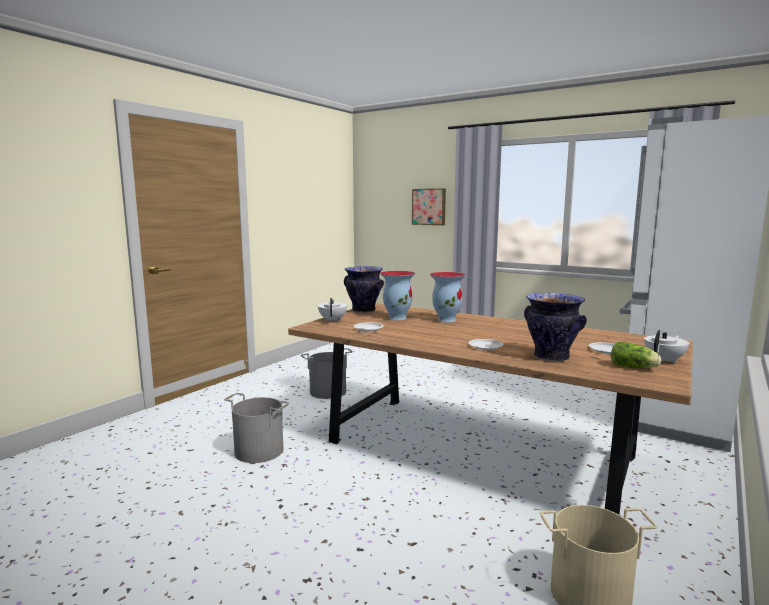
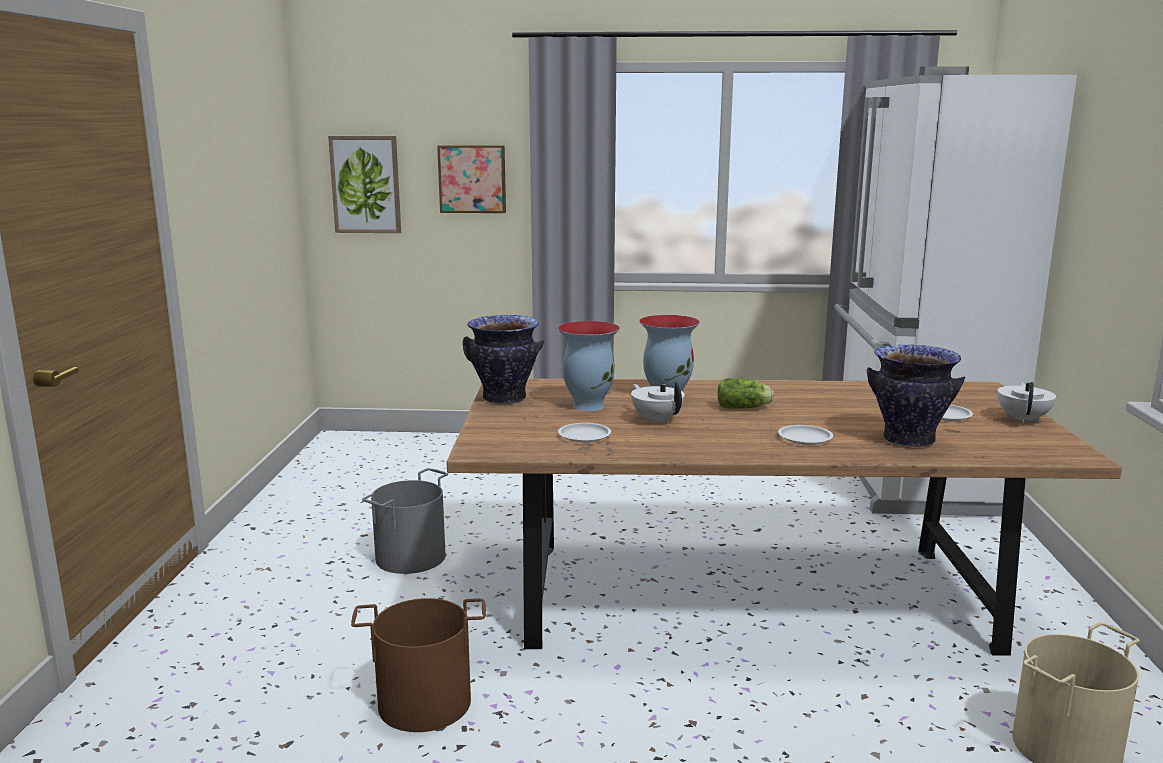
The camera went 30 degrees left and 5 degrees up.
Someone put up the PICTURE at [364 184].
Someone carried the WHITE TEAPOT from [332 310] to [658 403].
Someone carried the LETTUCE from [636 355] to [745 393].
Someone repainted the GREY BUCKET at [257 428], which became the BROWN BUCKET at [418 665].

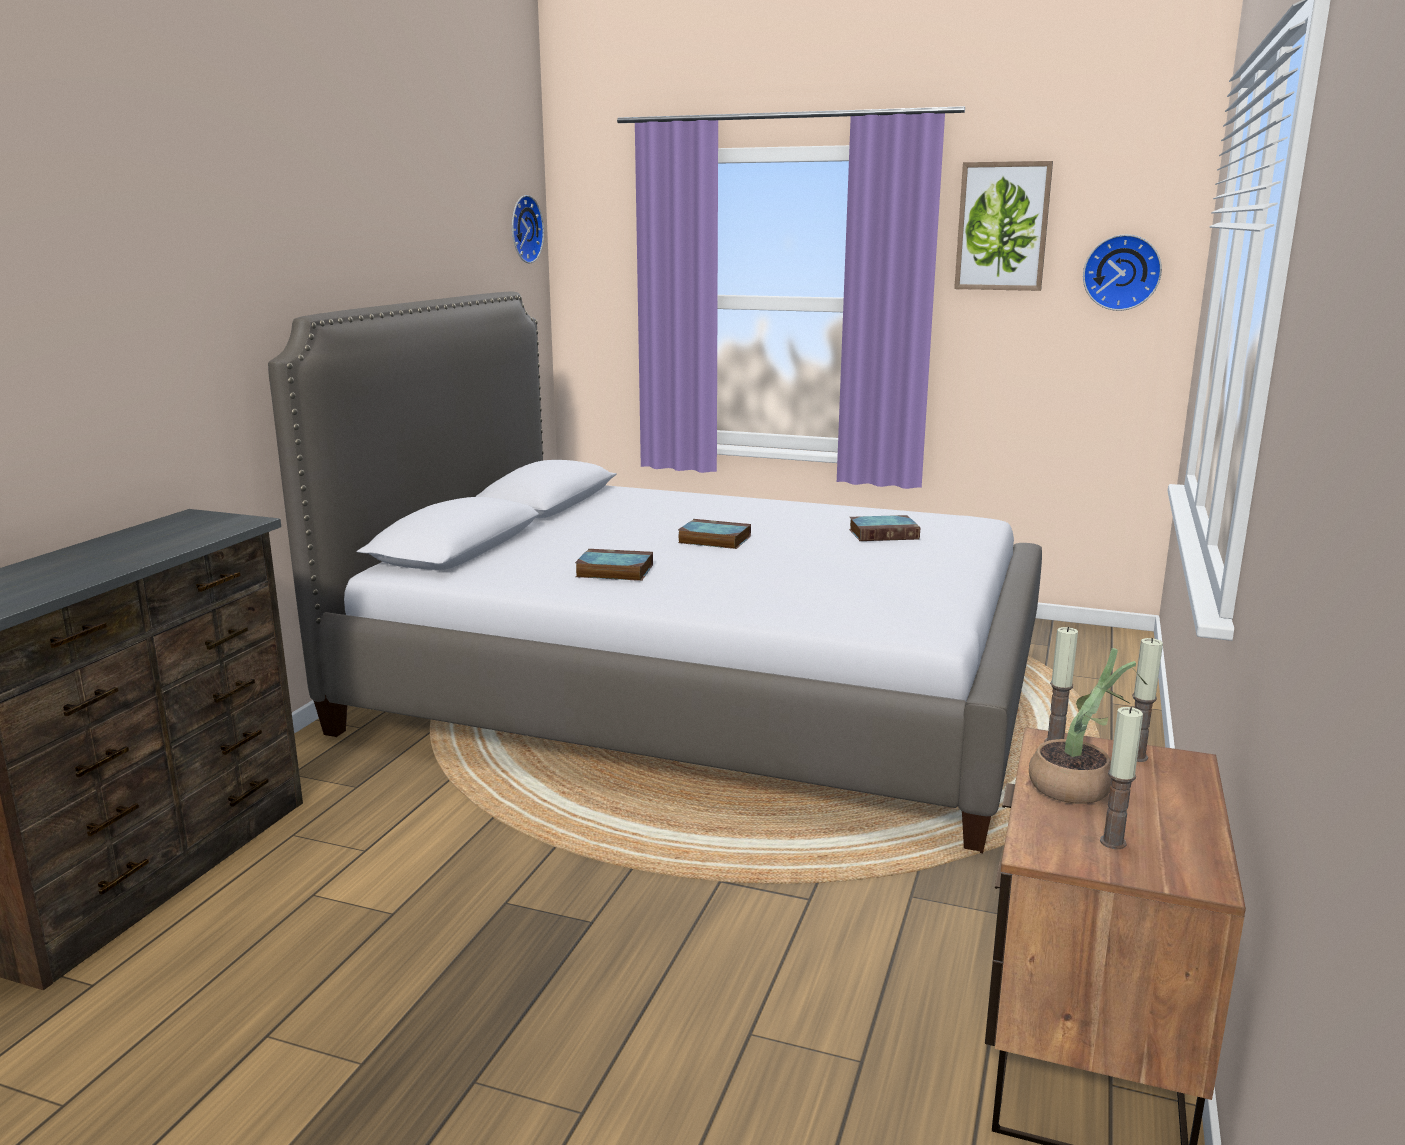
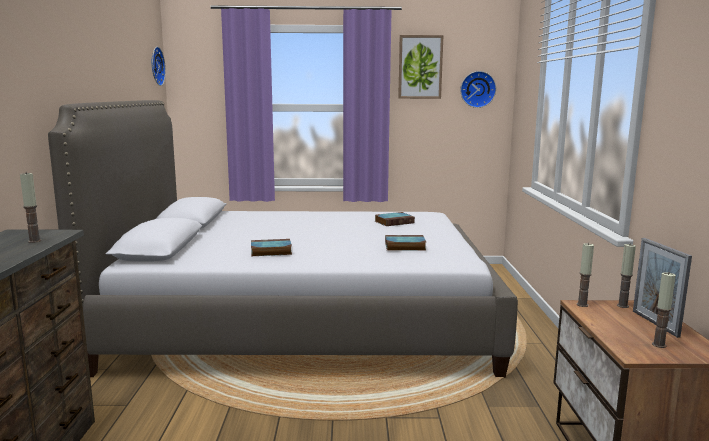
The camera went 20 degrees left and 5 degrees down.
Someone took away the POTTED PLANT at [1089 726].
Someone put down the CANDLE at [30 207].
Someone put down the PICTURE FRAME at [662 288].
Someone carried the BOOK from [714 534] to [405 243].

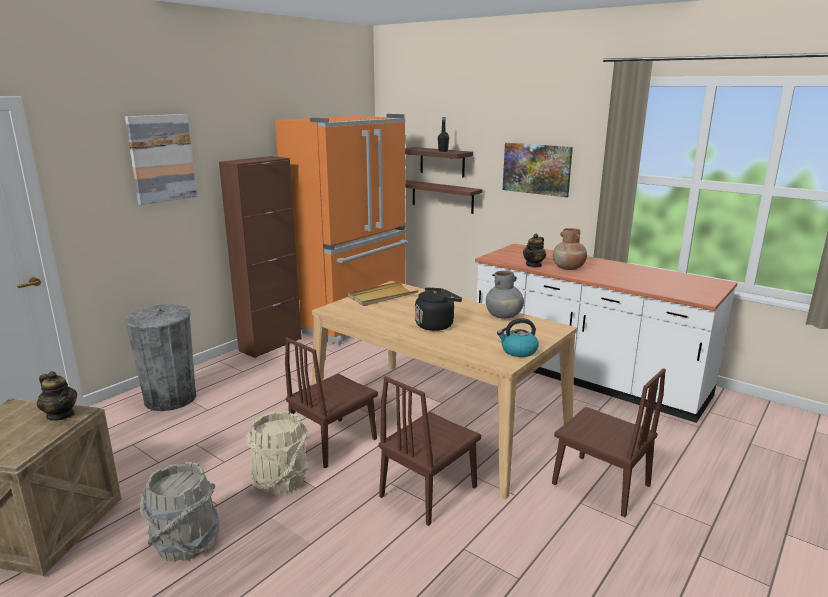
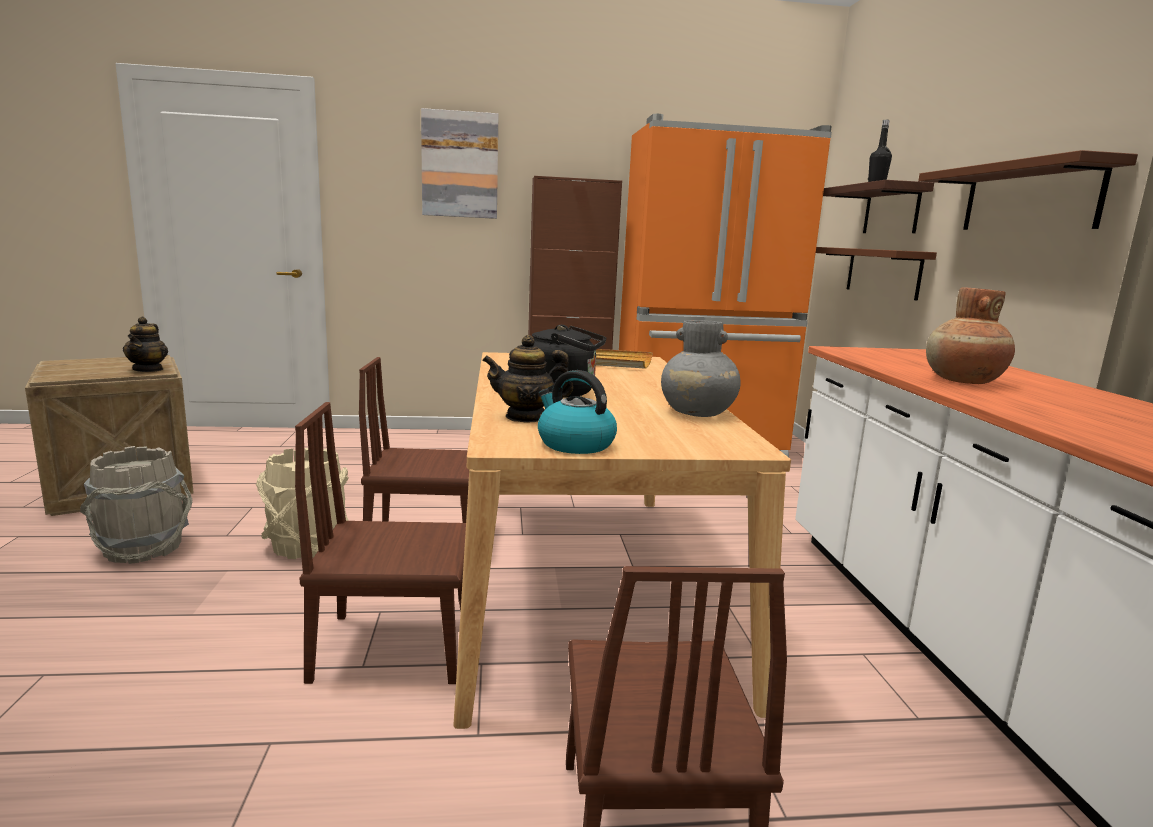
The camera went 45 degrees right and 5 degrees down.
Someone took away the GREY TRASH CAN at [160 357].
Someone carried the TEAPOT from [534 251] to [527 378].
Someone swapped the PICTURE at [538 170] for the BROWN SHELF at [1028 190].

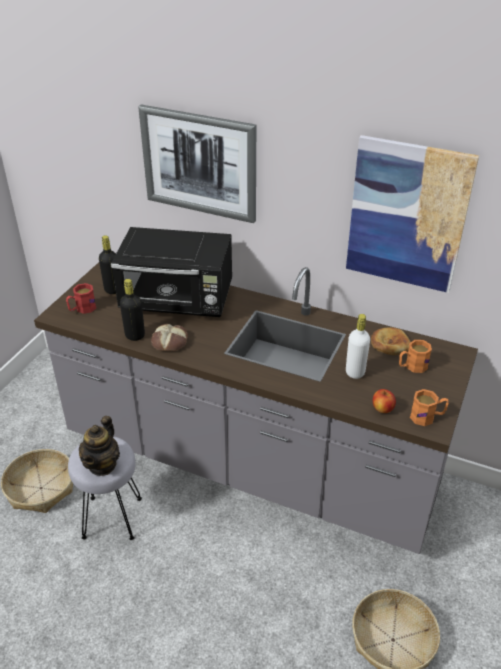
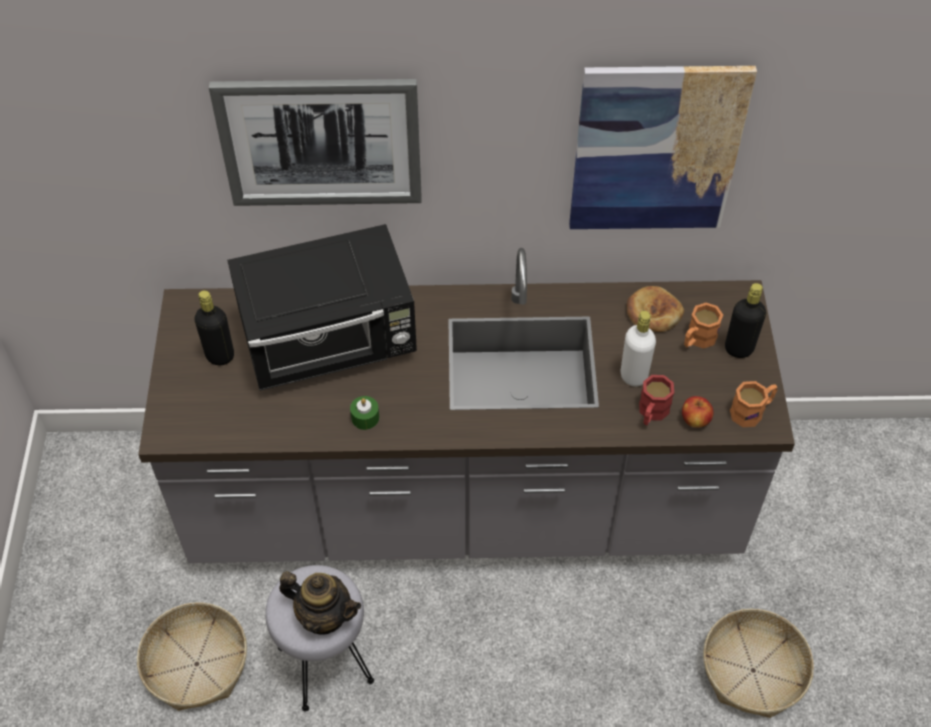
The camera went 25 degrees left and 15 degrees up.
Someone carried the RED MUG from [81 298] to [656 400].
Someone carried the BLACK BOTTLE from [132 310] to [745 320].
Someone swapped the BREAD at [169 337] for the GREEN CANDLE at [364 413].
Someone rotated the TEAPOT at [99 446] by 60 degrees counterclockwise.

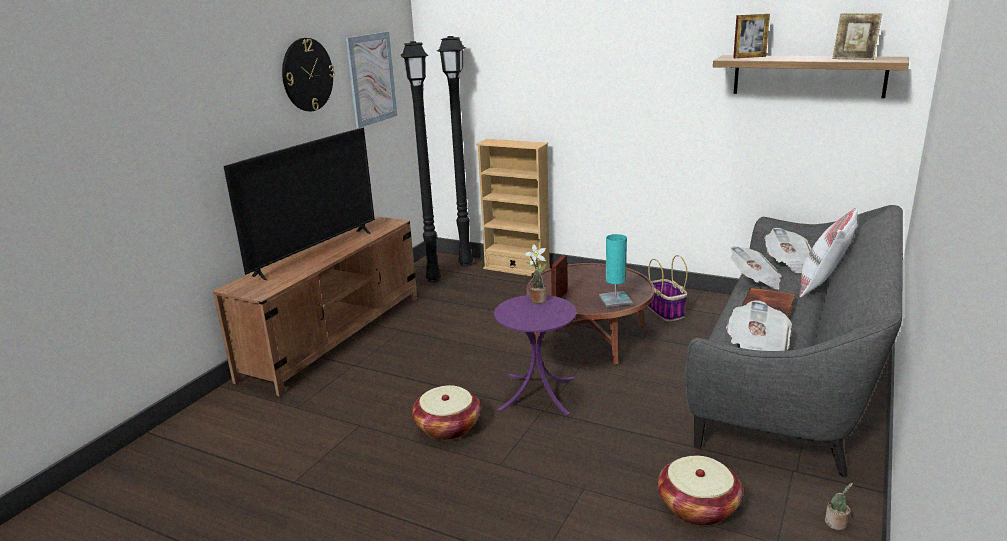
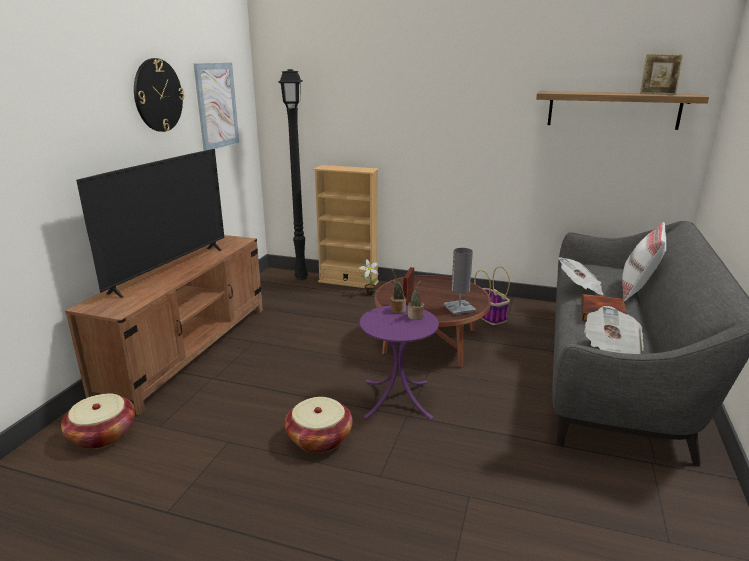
The camera went 10 degrees left and 0 degrees up.
Someone took away the BLACK FLOOR LAMP at [421 161].
Someone took away the PICTURE FRAME at [751 36].
Someone took away the NEWSPAPER at [787 250].
Someone carried the BASKET from [700 491] to [98 421].
Someone carried the POTTED PLANT from [839 506] to [416 300].
Someone repainted the TURQUOISE TABLE LAMP at [615 270], which became the GREY TABLE LAMP at [459 281].

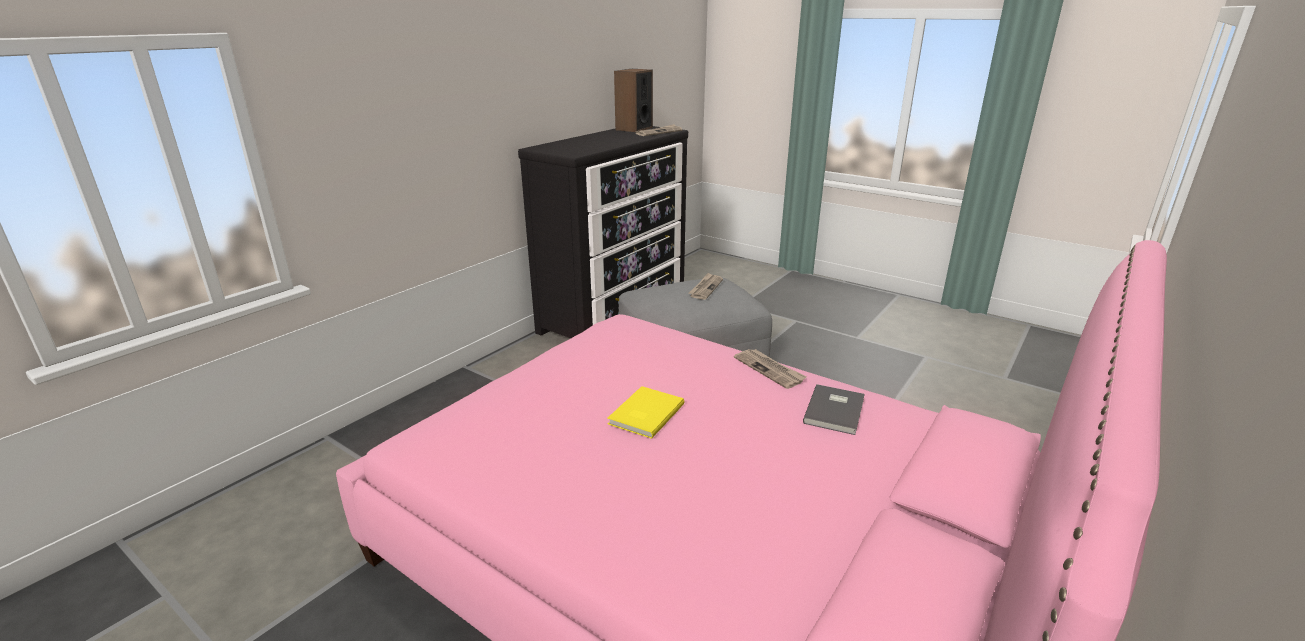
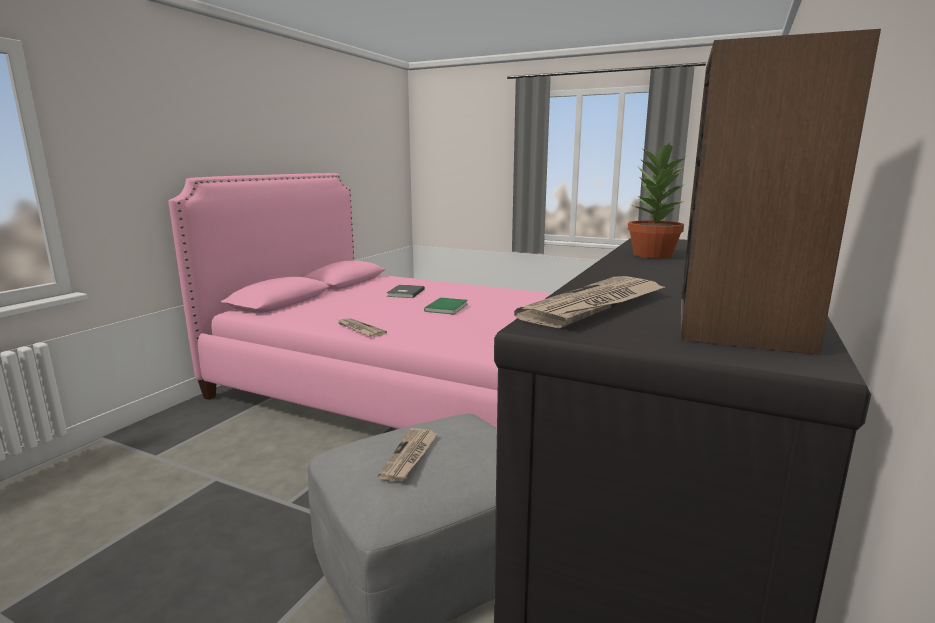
The camera went 170 degrees right and 10 degrees down.
Someone put down the POTTED PLANT at [656 200].
Someone carried the GREY BOOK from [834 409] to [406 291].
Someone repainted the YELLOW BOOK at [645 412], which became the GREEN BOOK at [445 306].

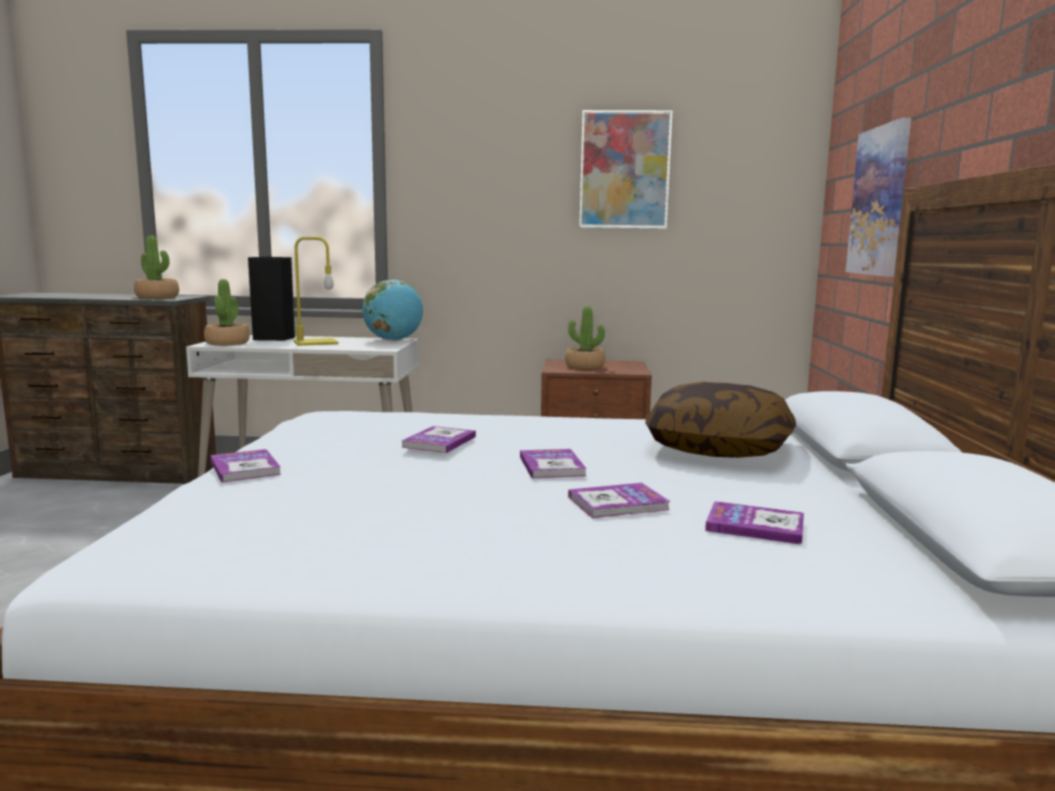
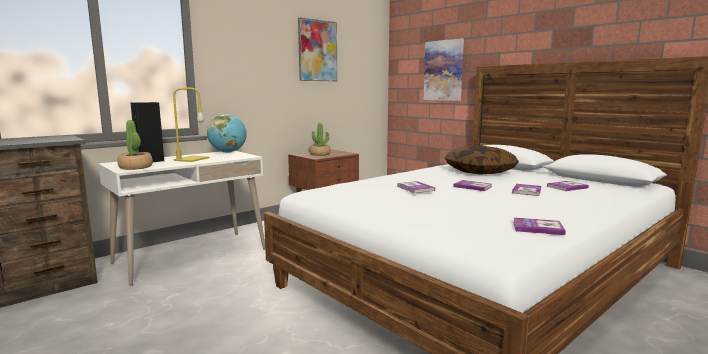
The camera went 45 degrees left and 0 degrees up.
Someone took away the POTTED PLANT at [156 266].
Someone carried the BOOK from [246 465] to [539 226].

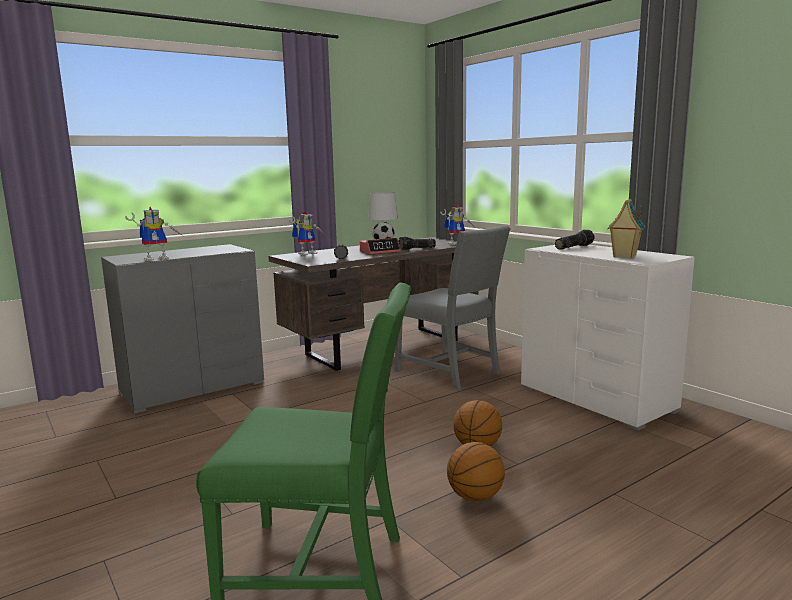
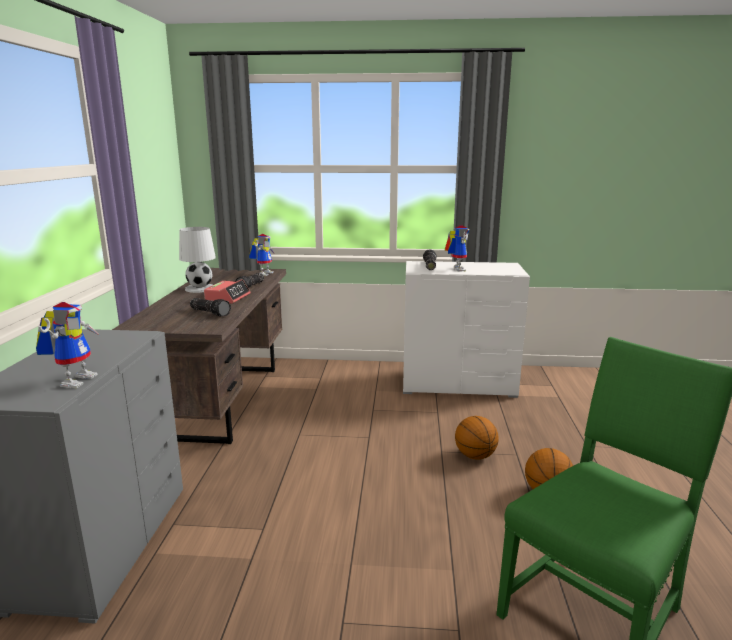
The camera went 50 degrees left and 5 degrees up.
Someone took away the GREY CHAIR at [453 307].
Someone took away the TOY HOUSE at [626 228].
Someone carried the TOY ROBOT from [307 233] to [457 248].

